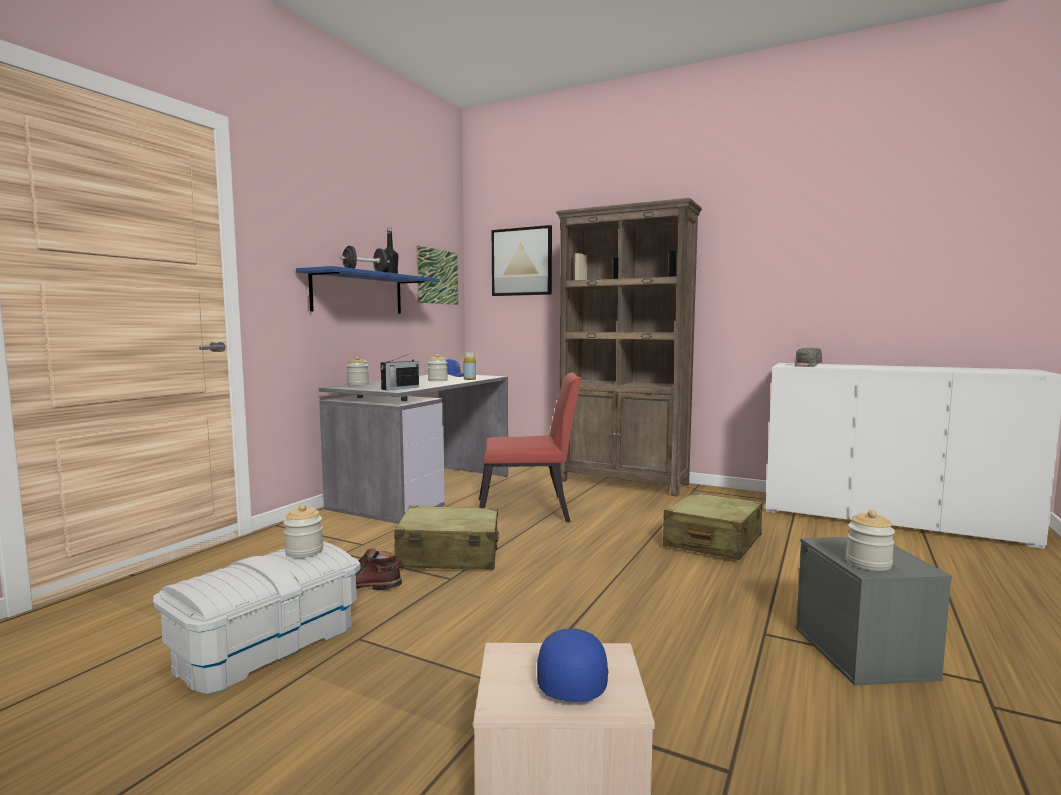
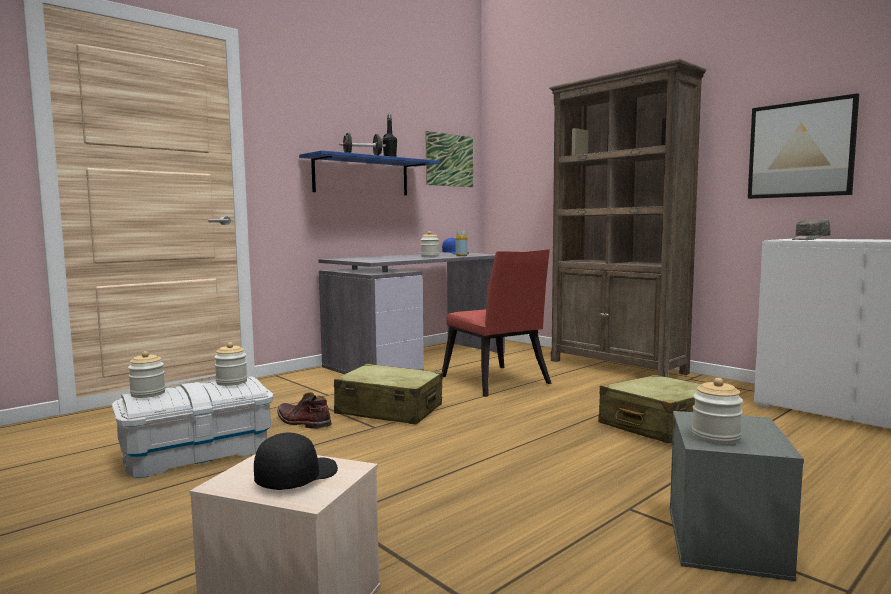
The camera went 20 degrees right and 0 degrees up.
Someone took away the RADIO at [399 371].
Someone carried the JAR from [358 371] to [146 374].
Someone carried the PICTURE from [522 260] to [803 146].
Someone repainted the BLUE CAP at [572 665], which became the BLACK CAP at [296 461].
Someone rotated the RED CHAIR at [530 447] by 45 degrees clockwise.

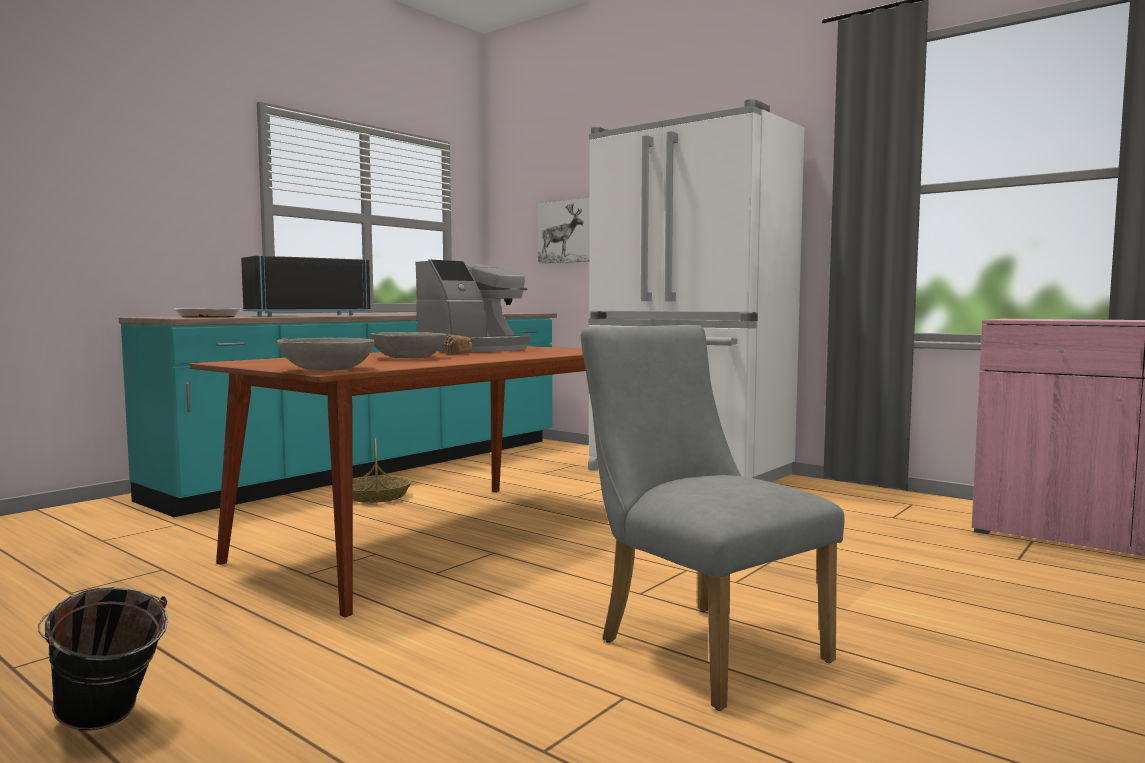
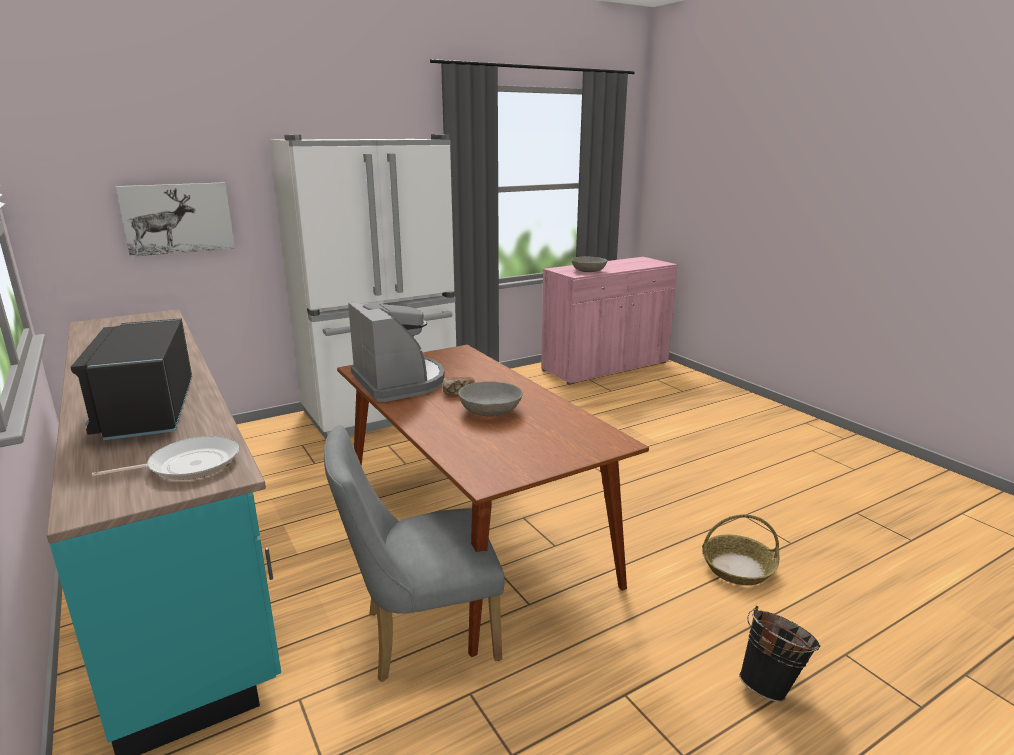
The camera went 70 degrees left and 15 degrees up.
Someone carried the GREY BOWL from [325 354] to [590 264].
Someone carried the BASKET from [382 470] to [740 549].
Someone carried the GREY CHAIR from [713 518] to [414 553].

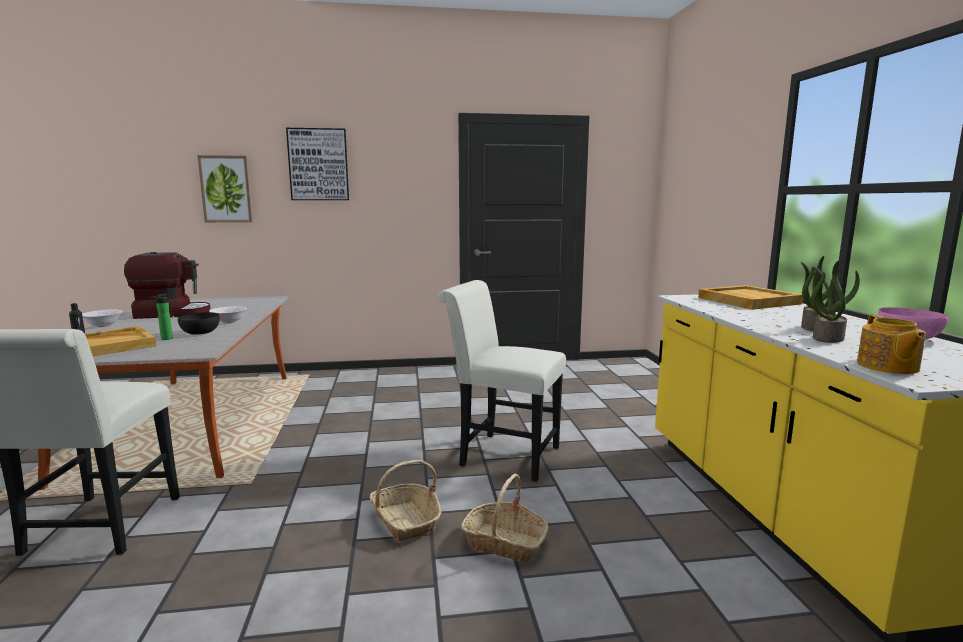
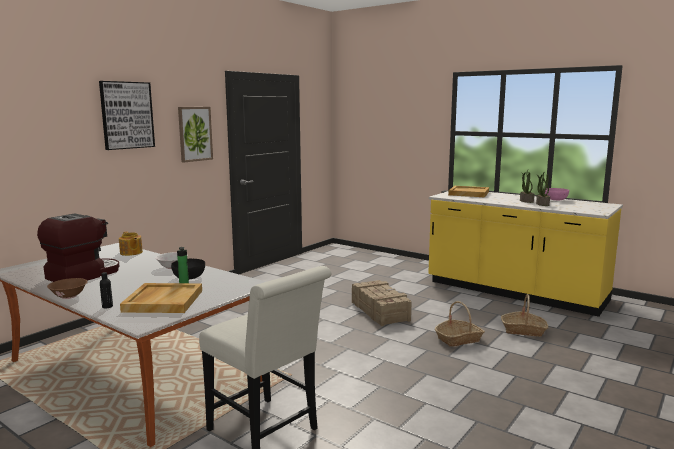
The camera went 45 degrees left and 0 degrees up.
Someone carried the PICTURE from [225 188] to [195 135].
Someone carried the BASKET from [405 500] to [524 315].
Someone carried the TEAPOT from [891 344] to [131 243].
Someone swapped the WHITE CHAIR at [502 381] for the CRATE at [382 303].
Someone repainted the WHITE BOWL at [102 318], which became the BROWN BOWL at [67 288].

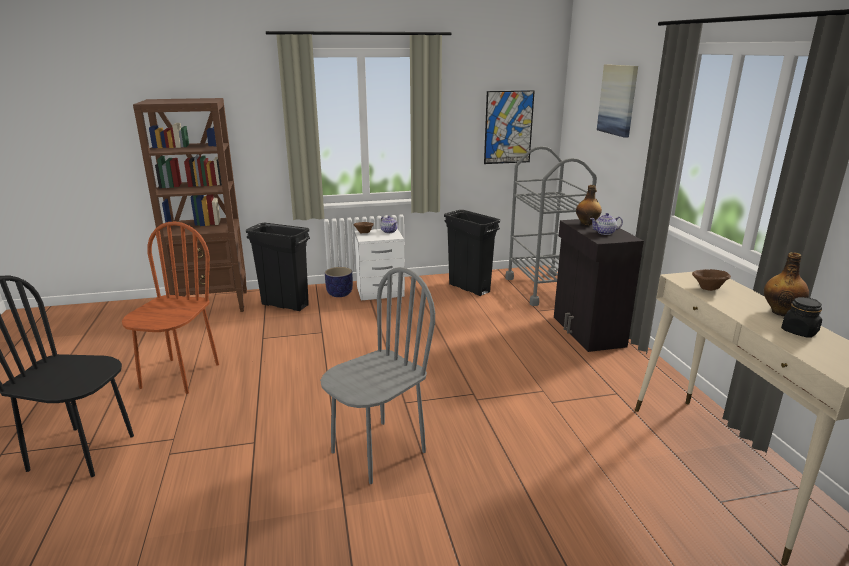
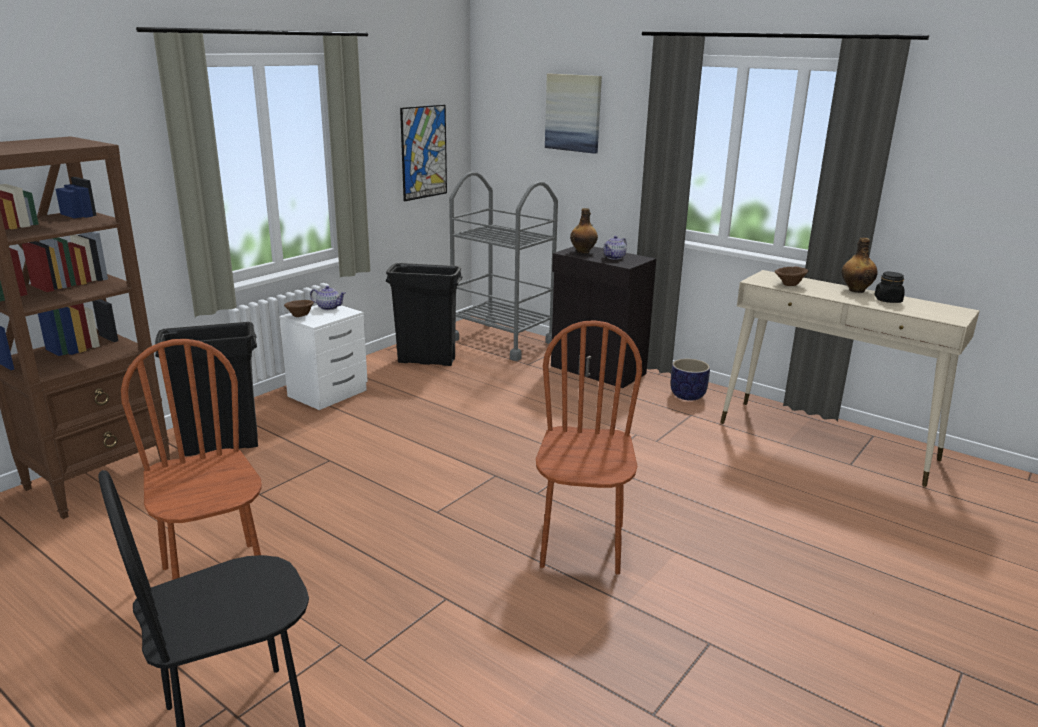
The camera went 40 degrees left and 0 degrees up.
Someone carried the PLANTER from [339 282] to [690 379].
Someone repainted the GREY CHAIR at [377 375], which became the BROWN CHAIR at [589 447].

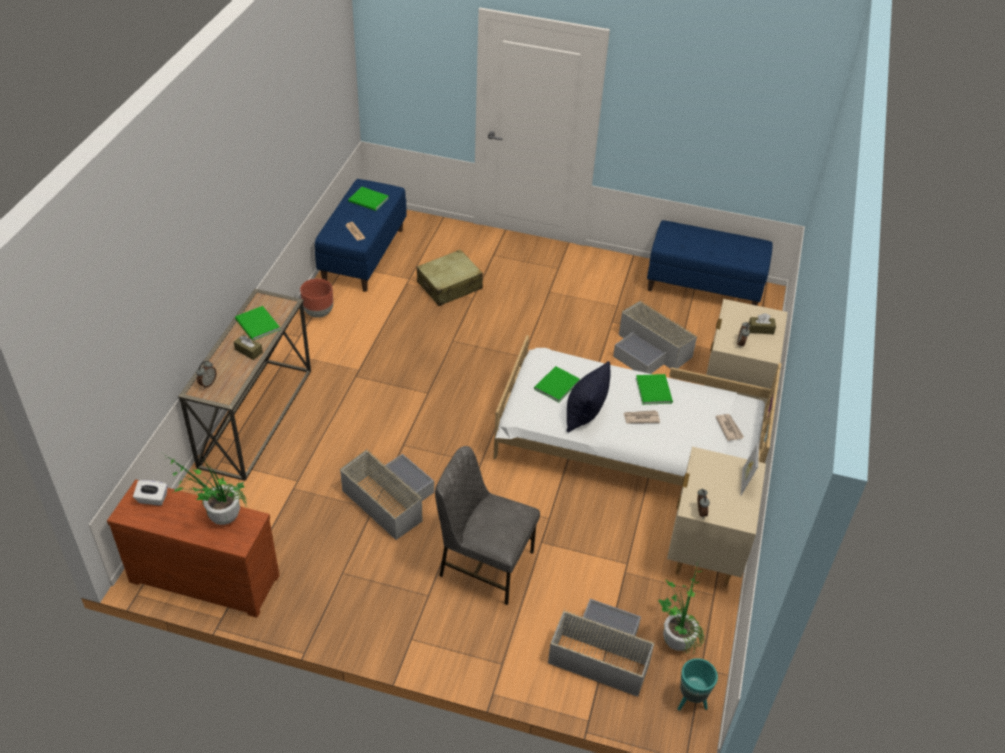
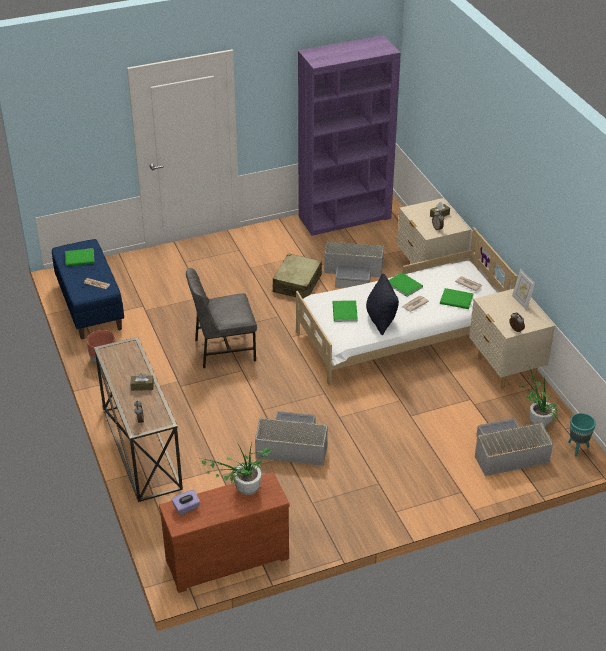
The camera went 35 degrees left and 5 degrees down.
Someone carried the GREEN BOOK from [257 323] to [457 298].
Someone carried the BEIGE SUITCASE from [450 277] to [297 275].
Someone carried the GREY CHAIR from [487 525] to [221 318].
Someone swapped the BLUE BENCH at [710 263] for the PURPLE BOOKCASE at [349 135].
Someone repainted the WHITE TISSUE BOX at [150 493], which became the PURPLE TISSUE BOX at [186 502].

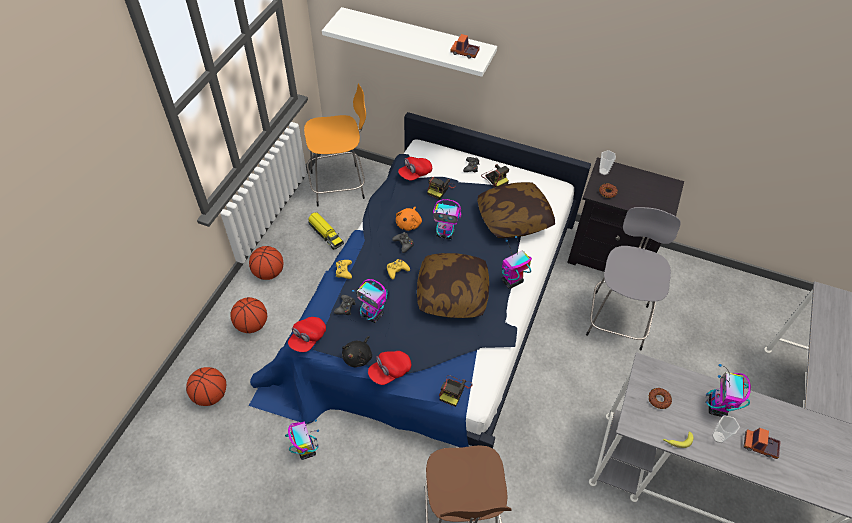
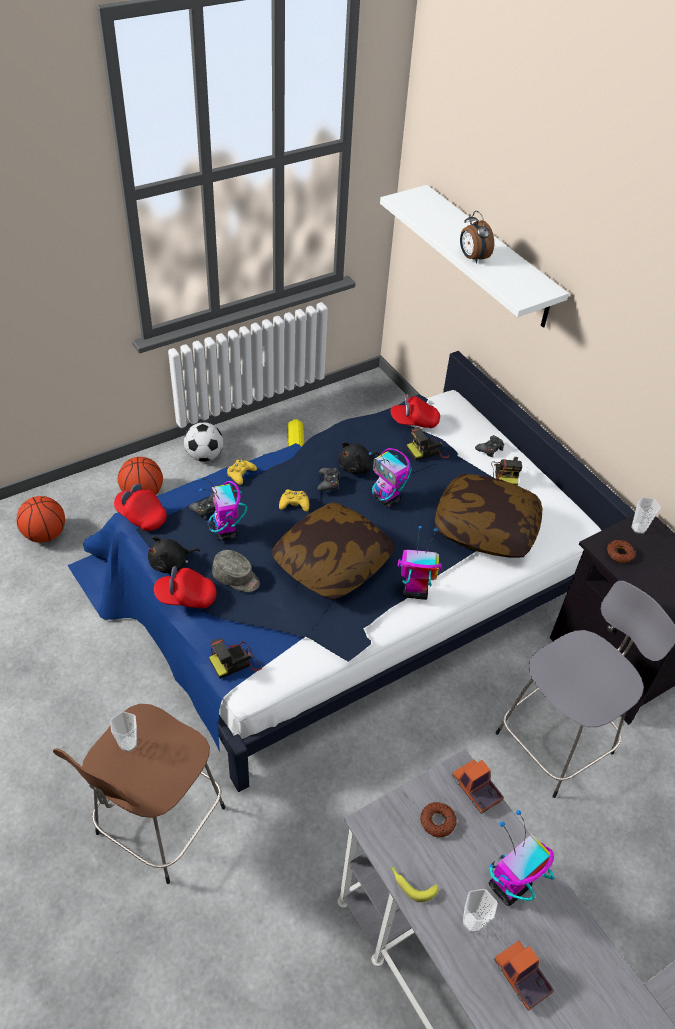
The camera went 35 degrees right and 5 degrees down.
Someone took away the TOY ROBOT at [302 439].
Someone took away the ORANGE STOOL at [335 144].
Someone put down the CUP at [123 731].
Someone put down the GREY CAP at [236 571].
Someone put down the ALARM CLOCK at [477 237].
Someone carried the TOY TRUCK from [465 46] to [478 787].
Someone swapped the BASKETBALL at [266 263] for the FOOTBALL at [203 442].
Someone repainted the ORANGE PLUSH TOY at [409 219], which became the BLACK PLUSH TOY at [358 458].
Someone rotated the RED CAP at [307 334] by 60 degrees clockwise.

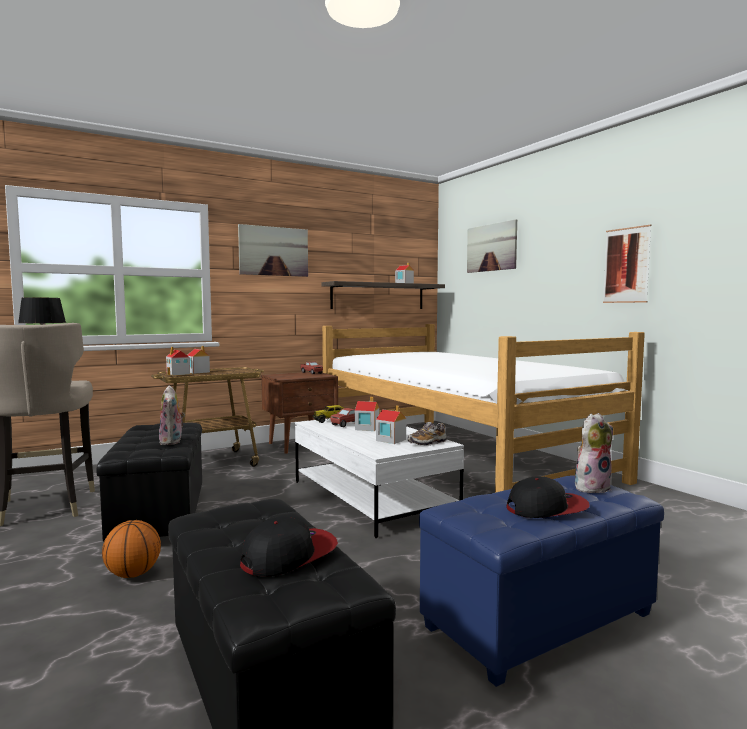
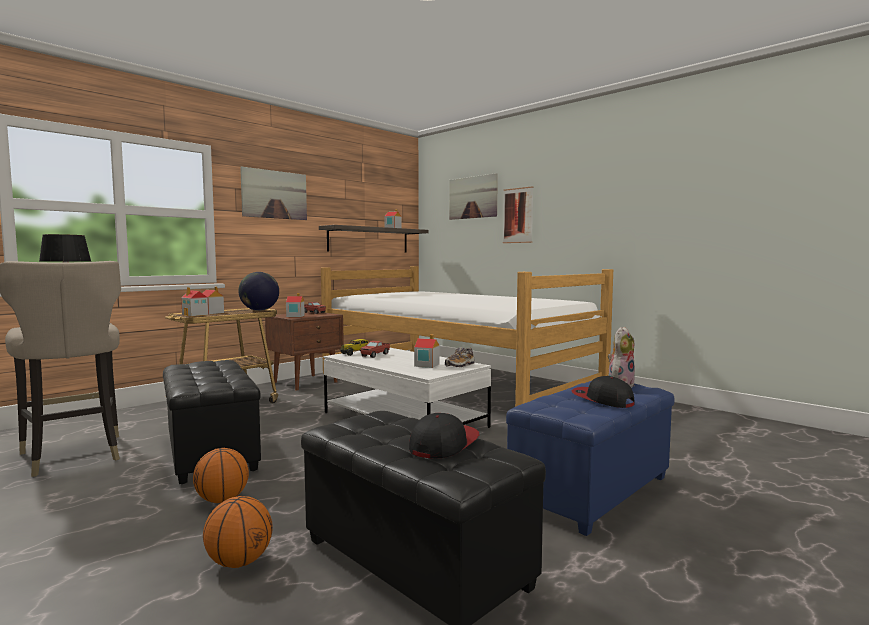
The camera went 15 degrees left and 0 degrees up.
Someone took away the PLUSH TOY at [172 415].
Someone put down the BASKETBALL at [238 532].
Someone put down the GLOBE at [258 291].
Someone carried the TOY HOUSE from [367 414] to [295 305].
Someone carried the PICTURE from [627 264] to [518 214].
Someone rotated the CAP at [548 497] by 105 degrees counterclockwise.

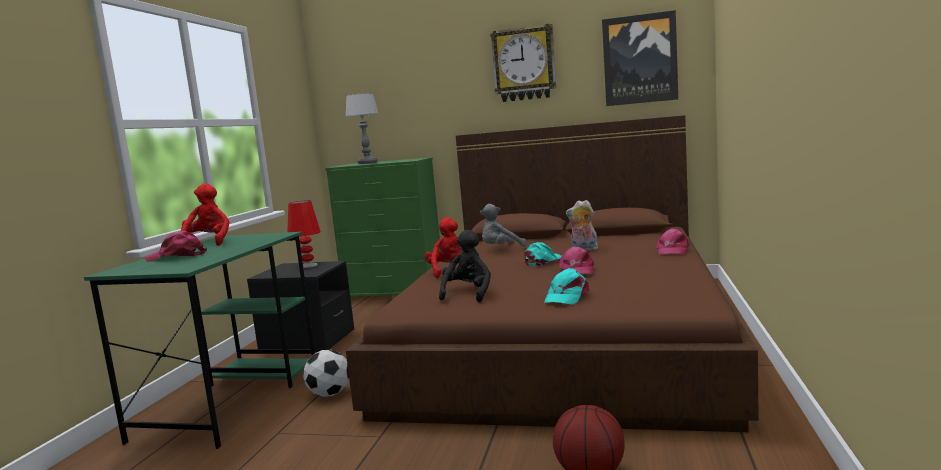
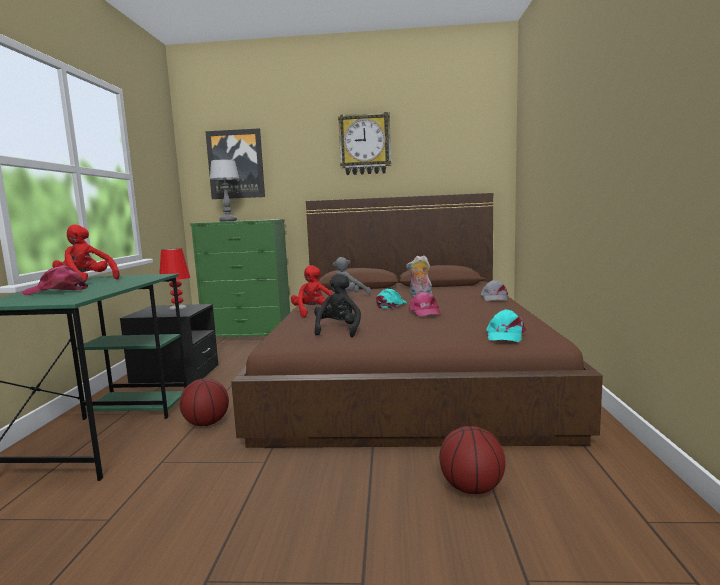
The camera went 10 degrees left and 0 degrees up.
Someone carried the TURQUOISE CAP from [566 286] to [506 325].
Someone carried the PICTURE from [640 58] to [235 163].
Someone swapped the FOOTBALL at [326 373] for the BASKETBALL at [204 402].
Someone repainted the PINK CAP at [673 241], which became the GREY CAP at [494 290].
Someone rotated the RED PLUSH TOY at [205 214] by 45 degrees counterclockwise.

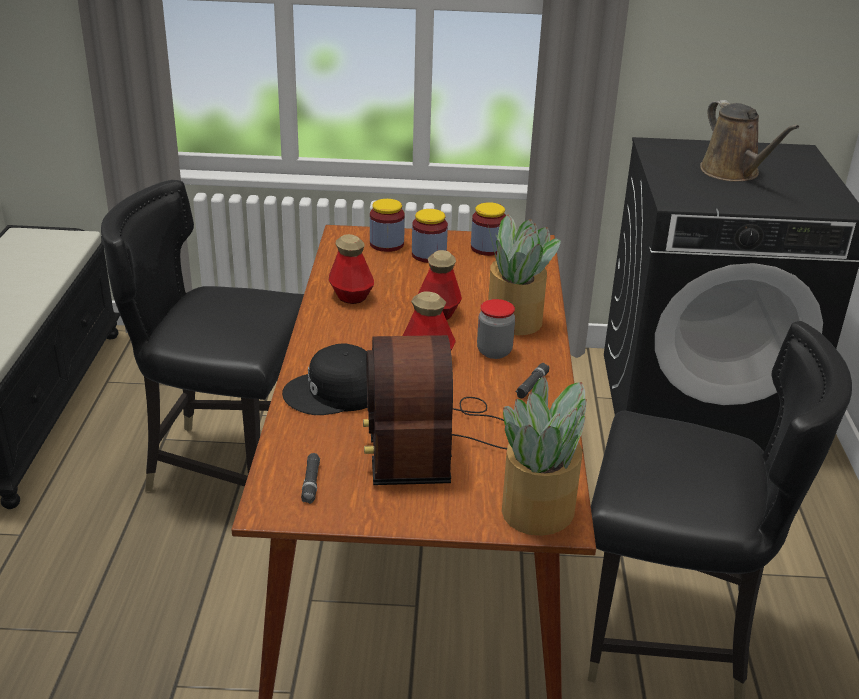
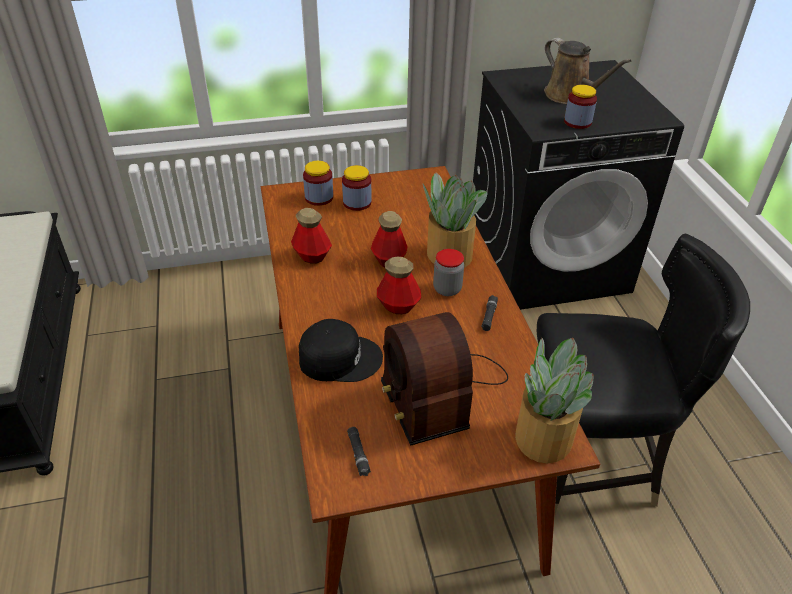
The camera went 15 degrees left and 10 degrees up.
Someone took away the BLACK CHAIR at [202 336].
Someone carried the JAR from [488 229] to [580 107].
Someone rotated the BLACK CAP at [324 379] by 150 degrees counterclockwise.

